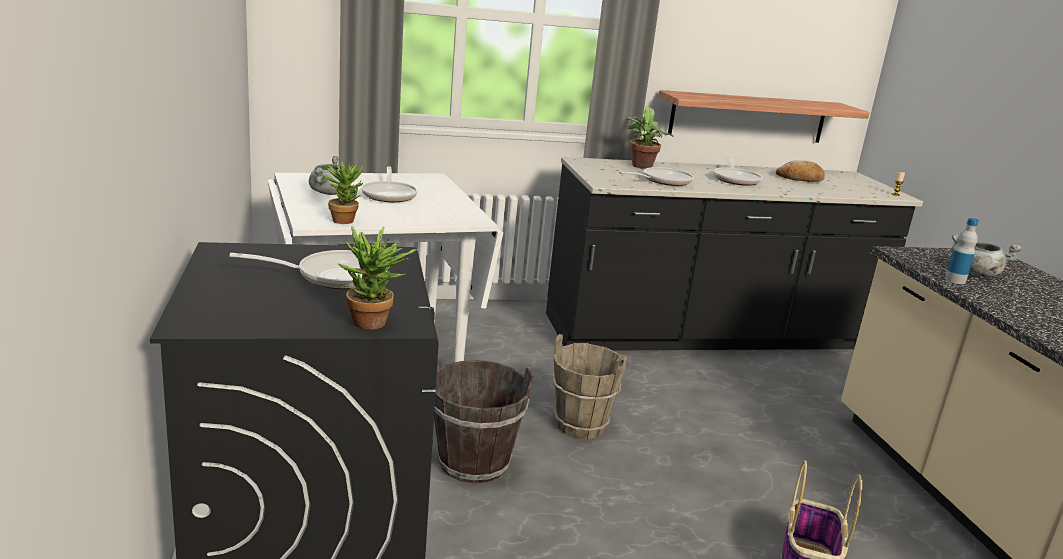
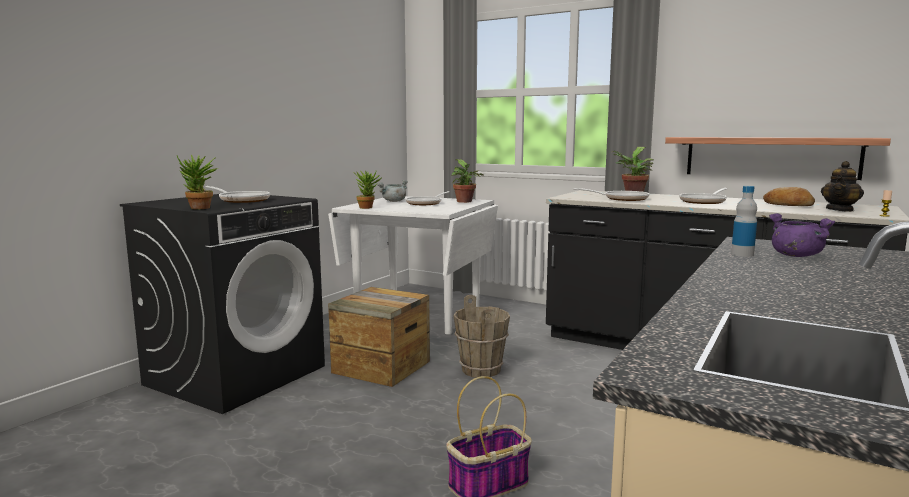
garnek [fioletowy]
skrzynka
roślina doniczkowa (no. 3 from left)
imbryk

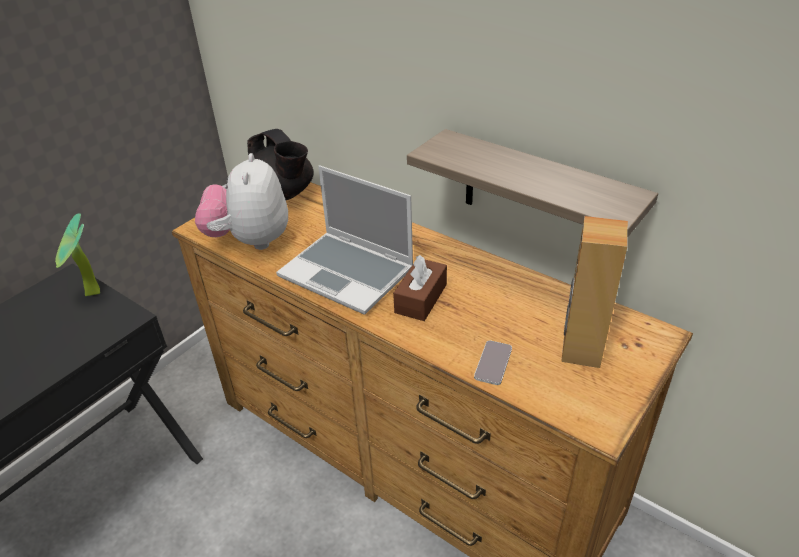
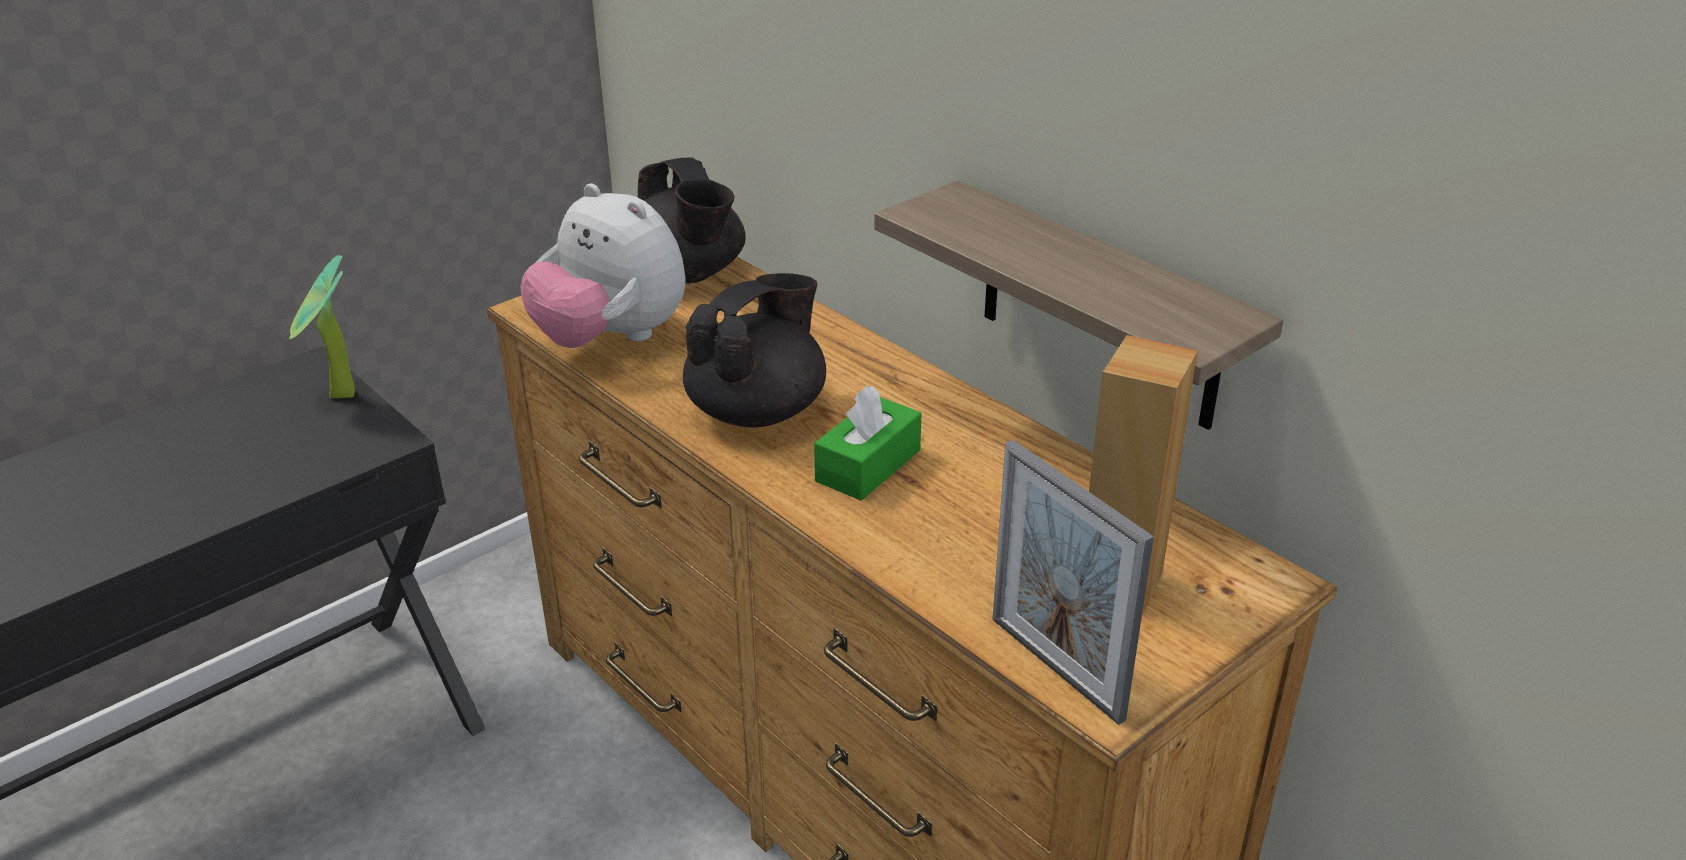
pluszak
imbryk [czarny] (no. 2 from left)
pudełko chusteczek [zielony]
telefon
ramka na zdjęcie

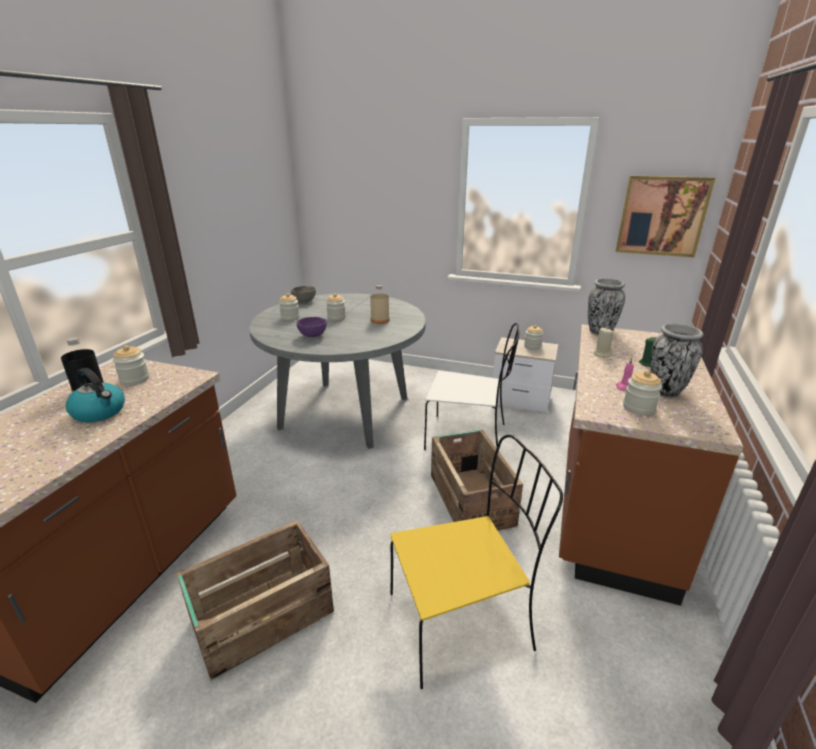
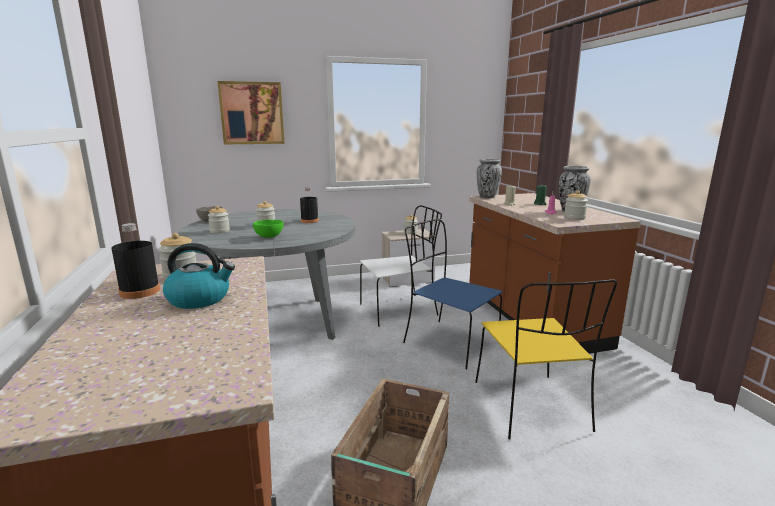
obraz
butelka [czarny] (no. 2 from left)
miska [zielony]
krzesło [niebieski]
krzesło [żółty]

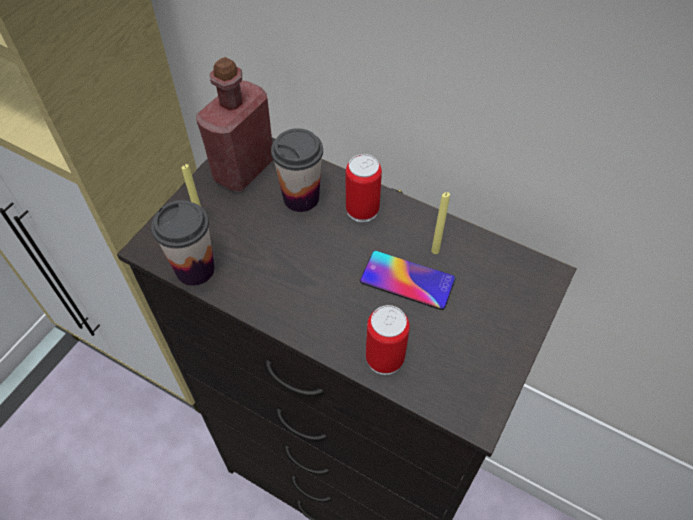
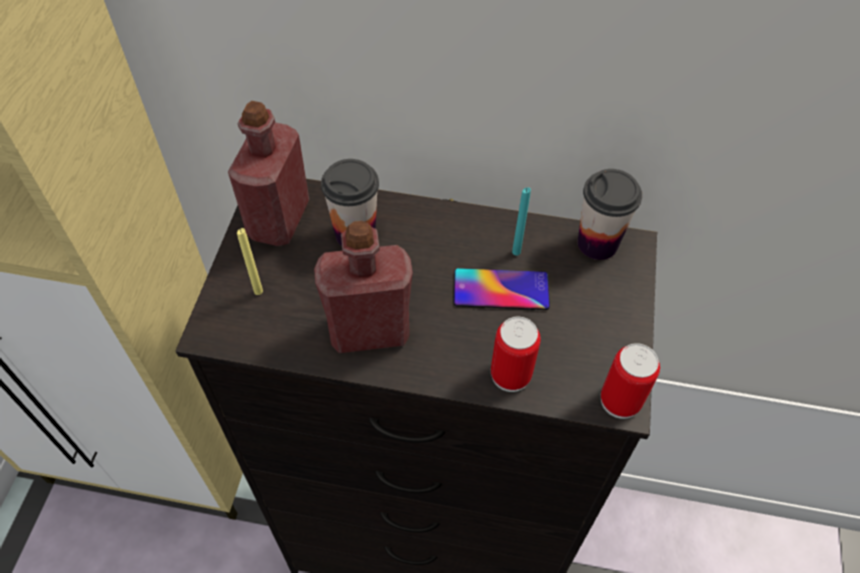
puszka (no. 2 from left)
świeca [turkusowy]
filiżanka (no. 2 from left)
butelka [czerwony] (no. 2 from left)

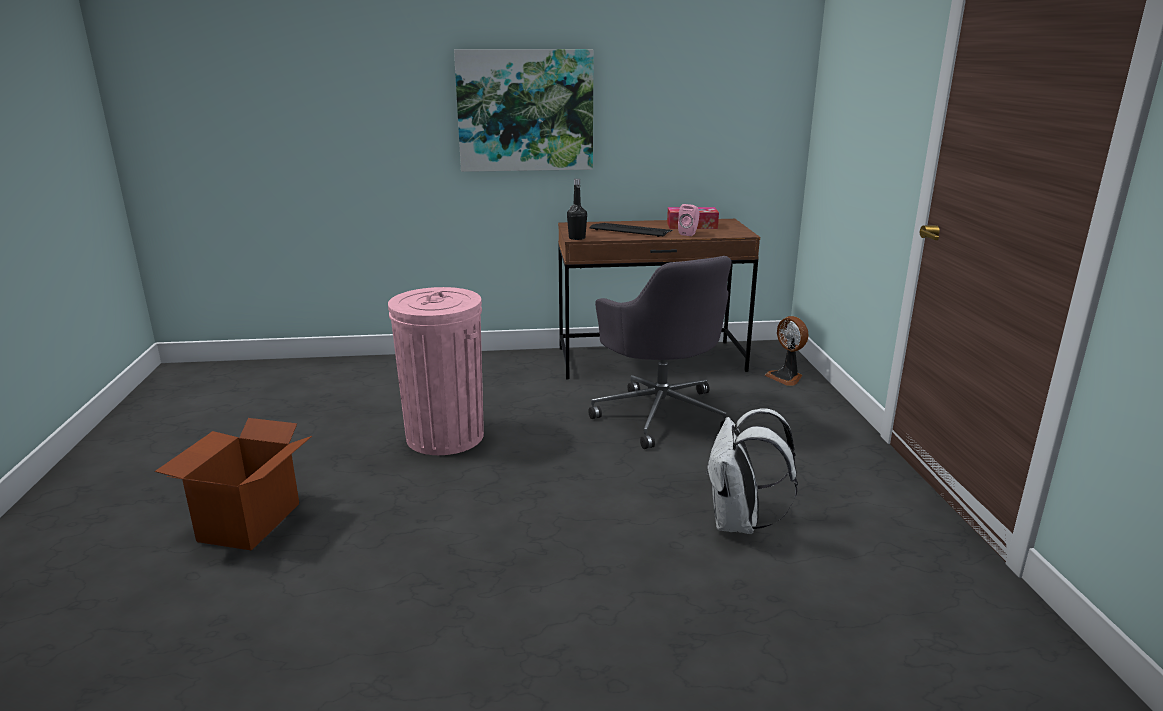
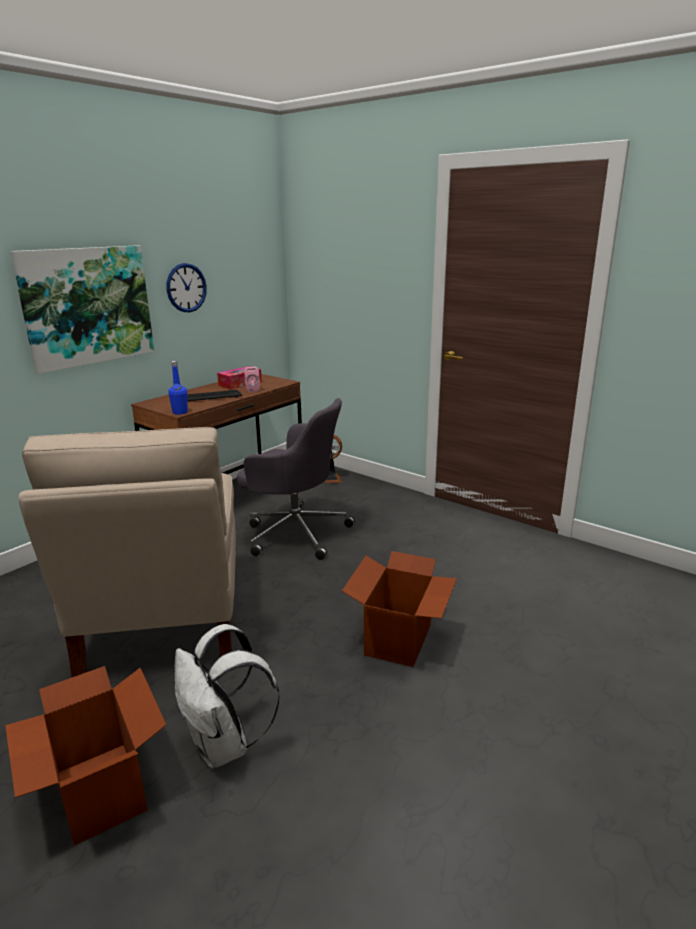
butelka [niebieski]
krzesło [beżowy]
plecak [biały]
zegar ścienny
karton (no. 2 from left)

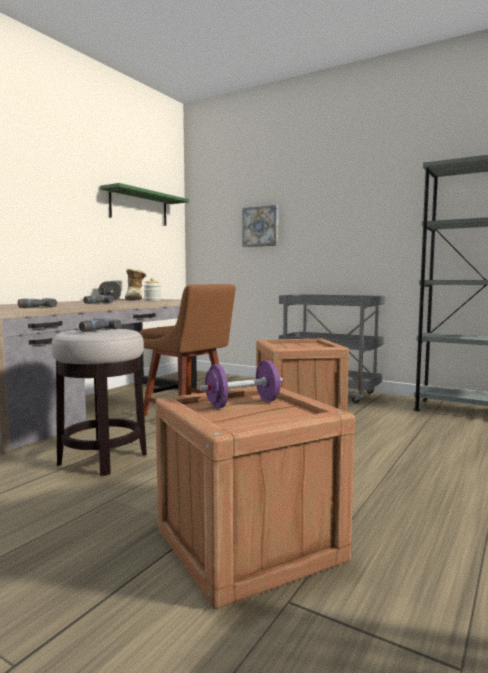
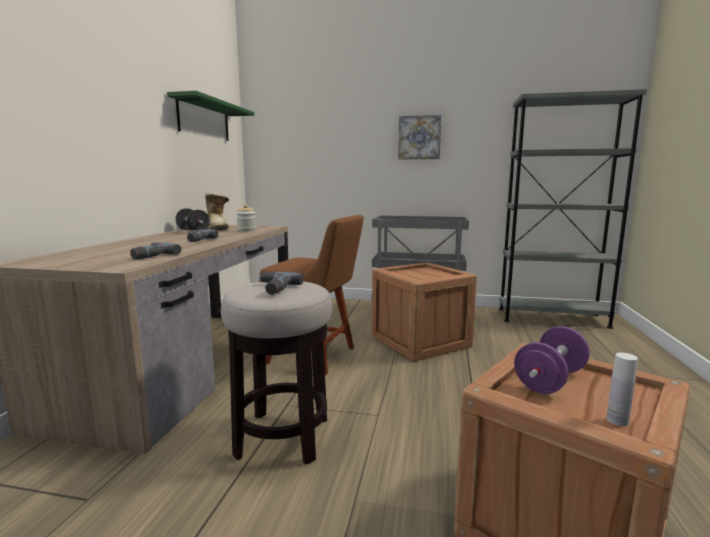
obraz
butelka [biały]

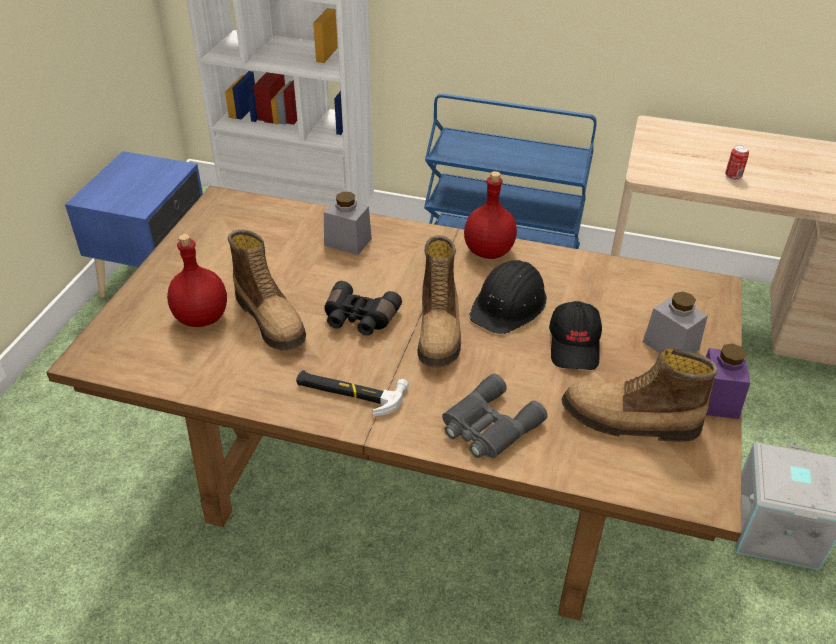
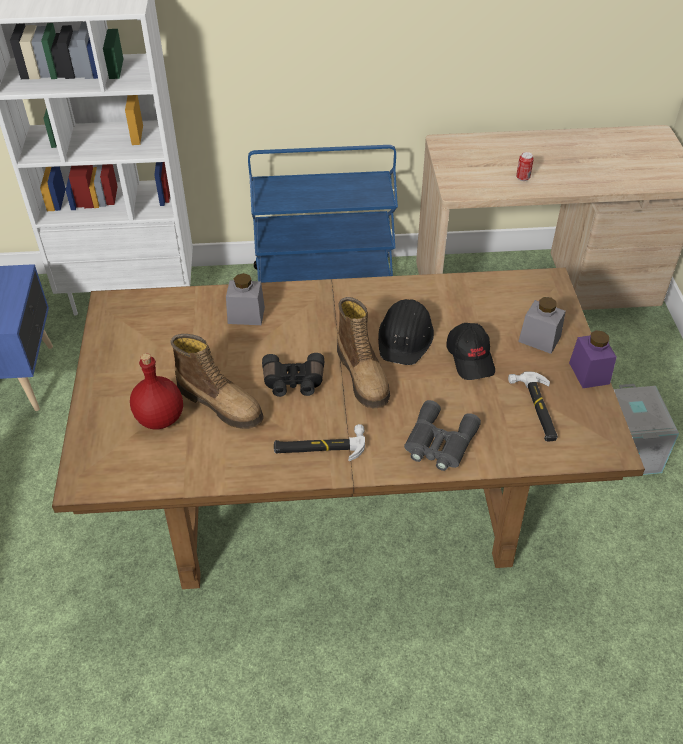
butelka [czerwony] (no. 2 from left in the first image)
młotek (no. 2 from left)

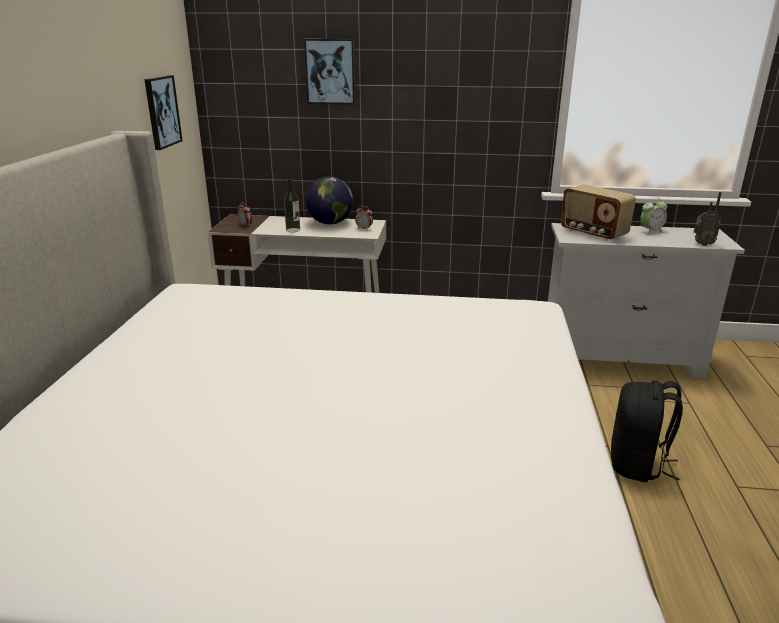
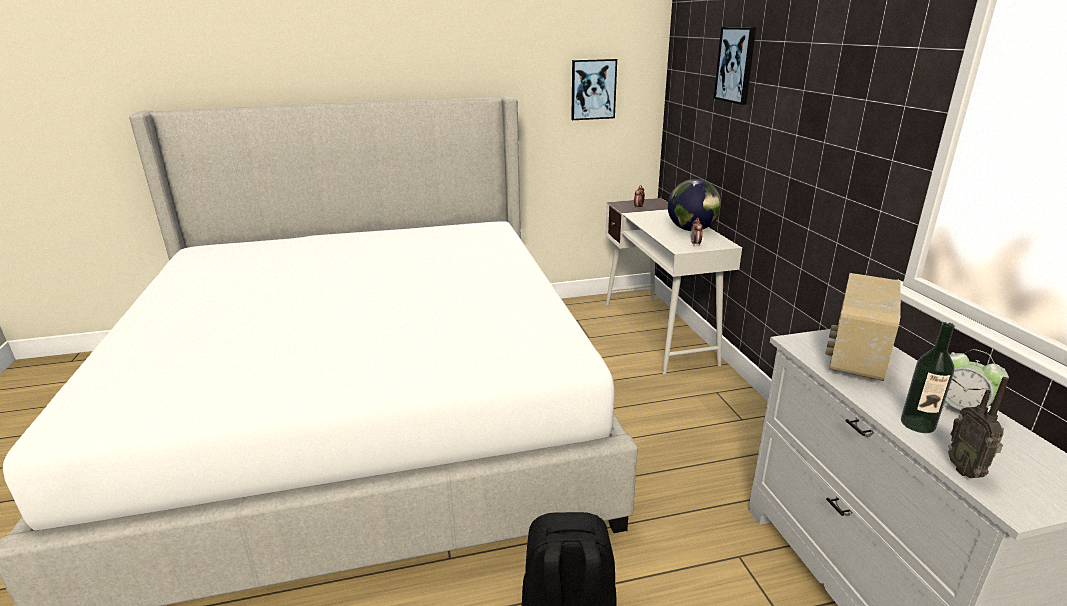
butelka

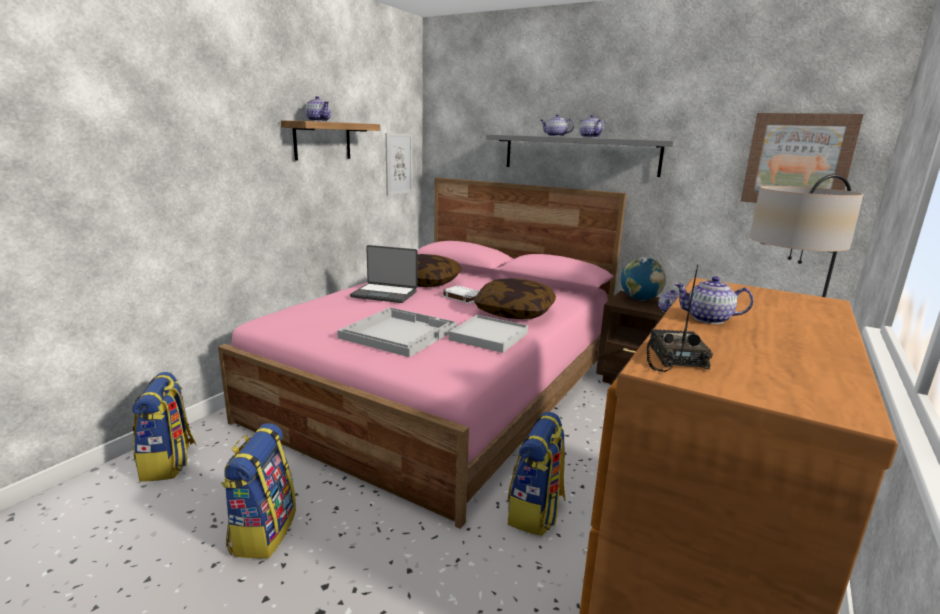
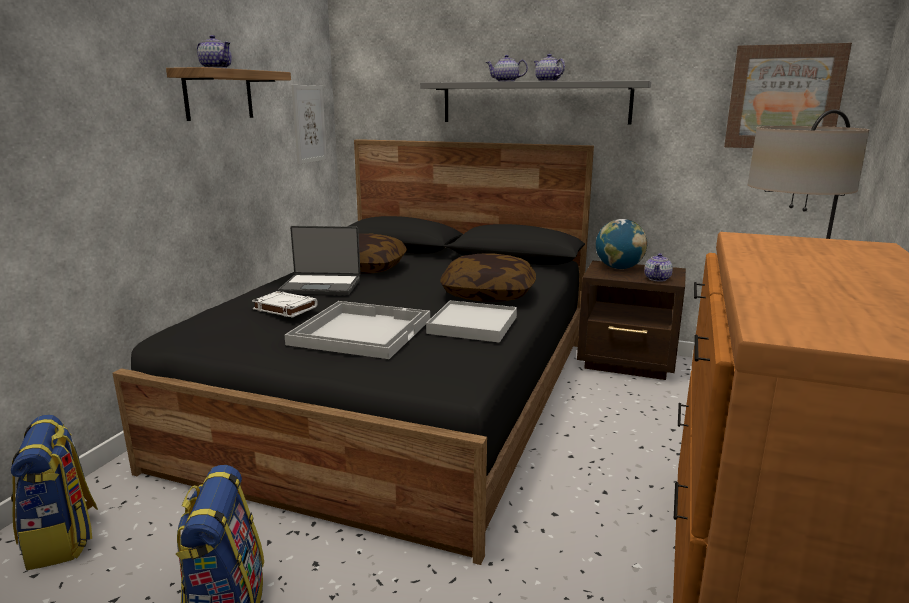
łóżko [czarny]
radio
imbryk (no. 5 from left in the first image)
książka [biały]
plecak (no. 3 from left in the first image)

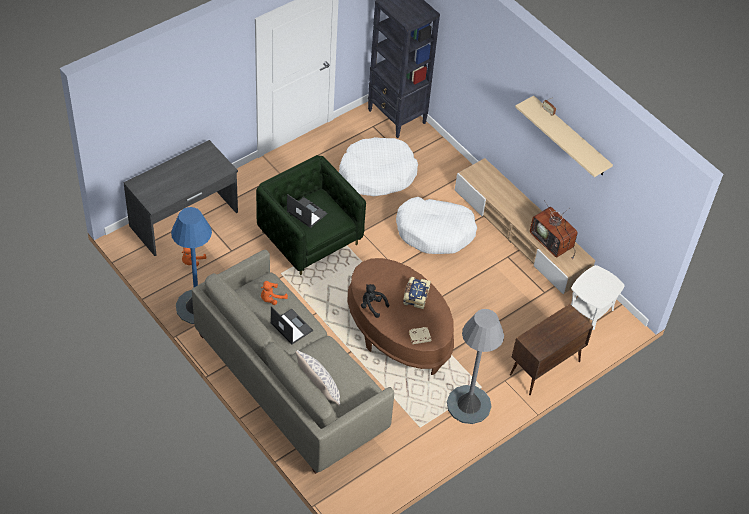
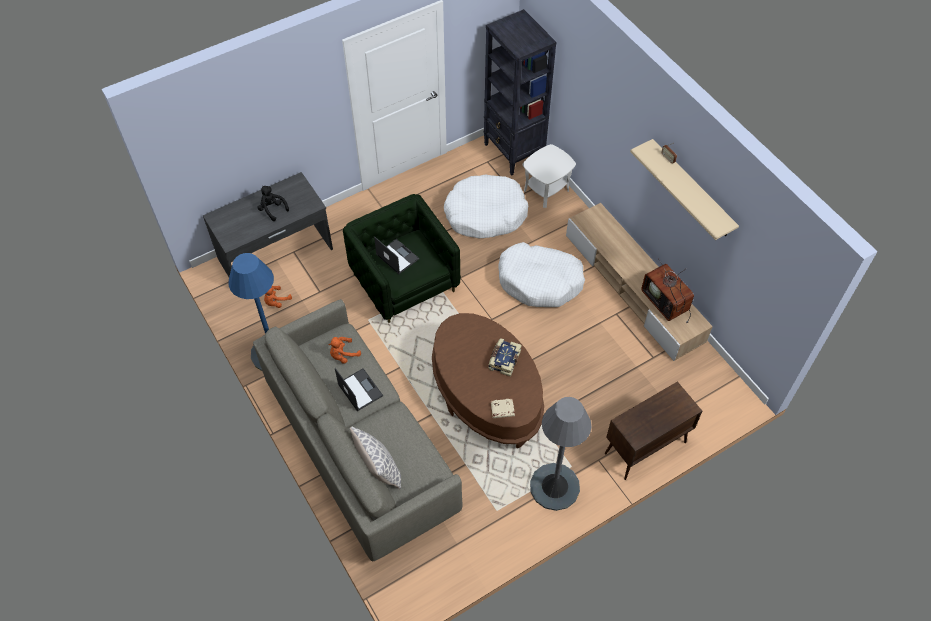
stolik [biały]
pluszak [czarny]

